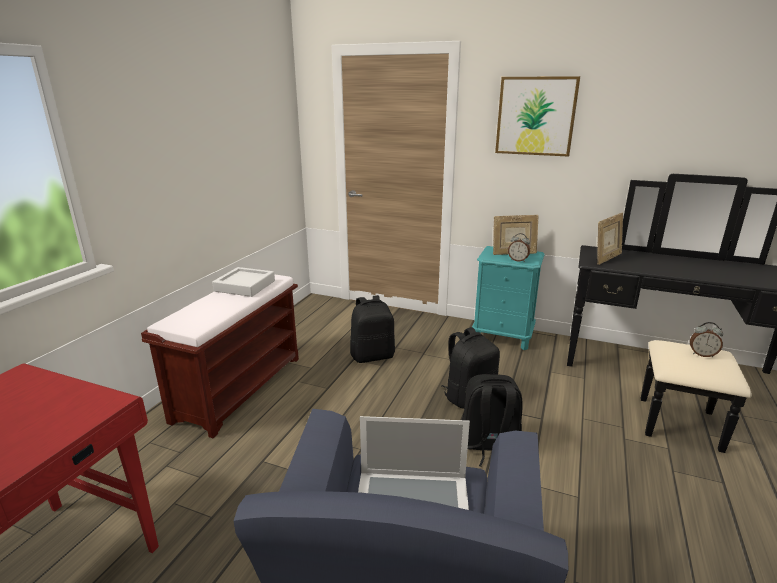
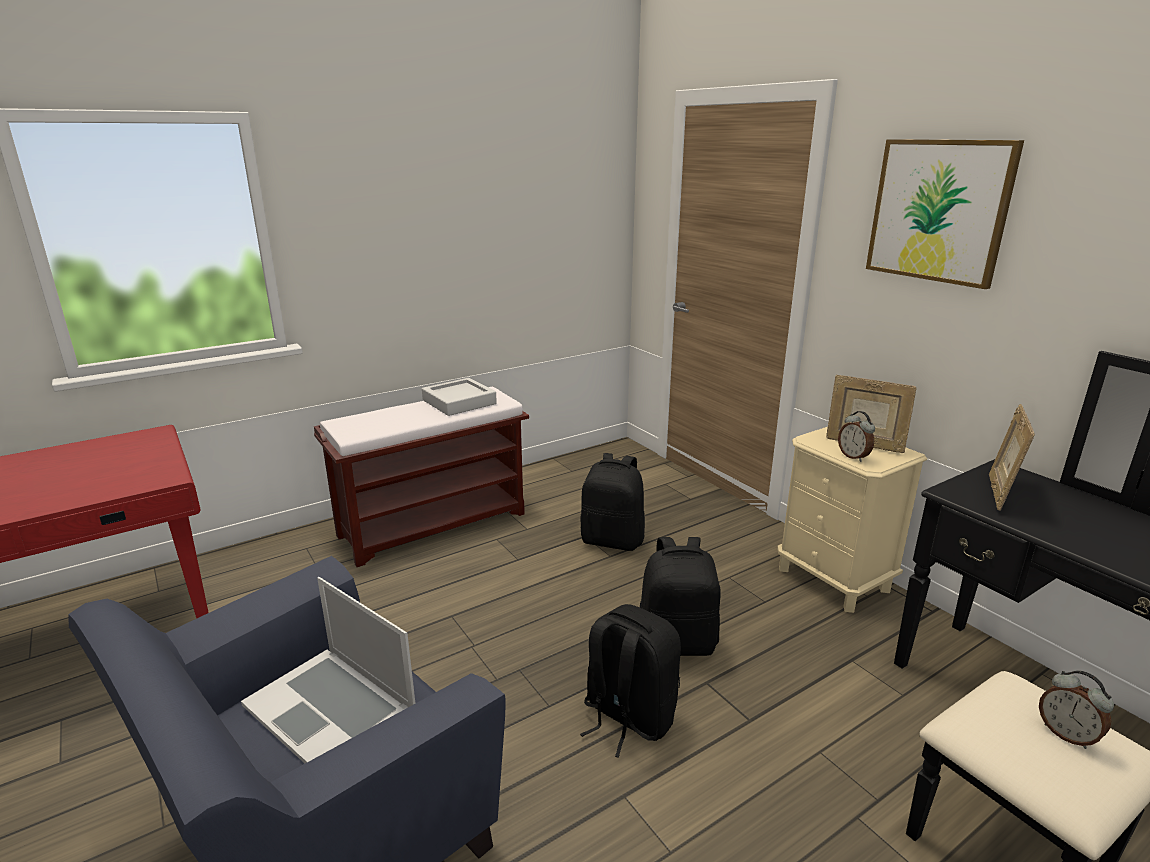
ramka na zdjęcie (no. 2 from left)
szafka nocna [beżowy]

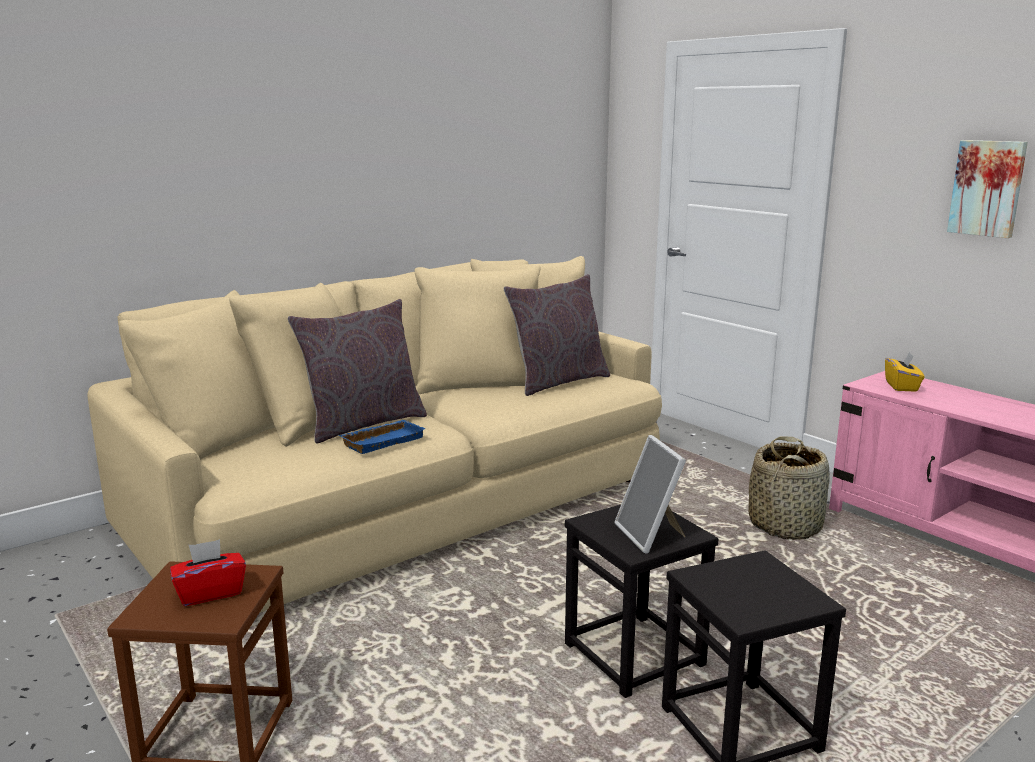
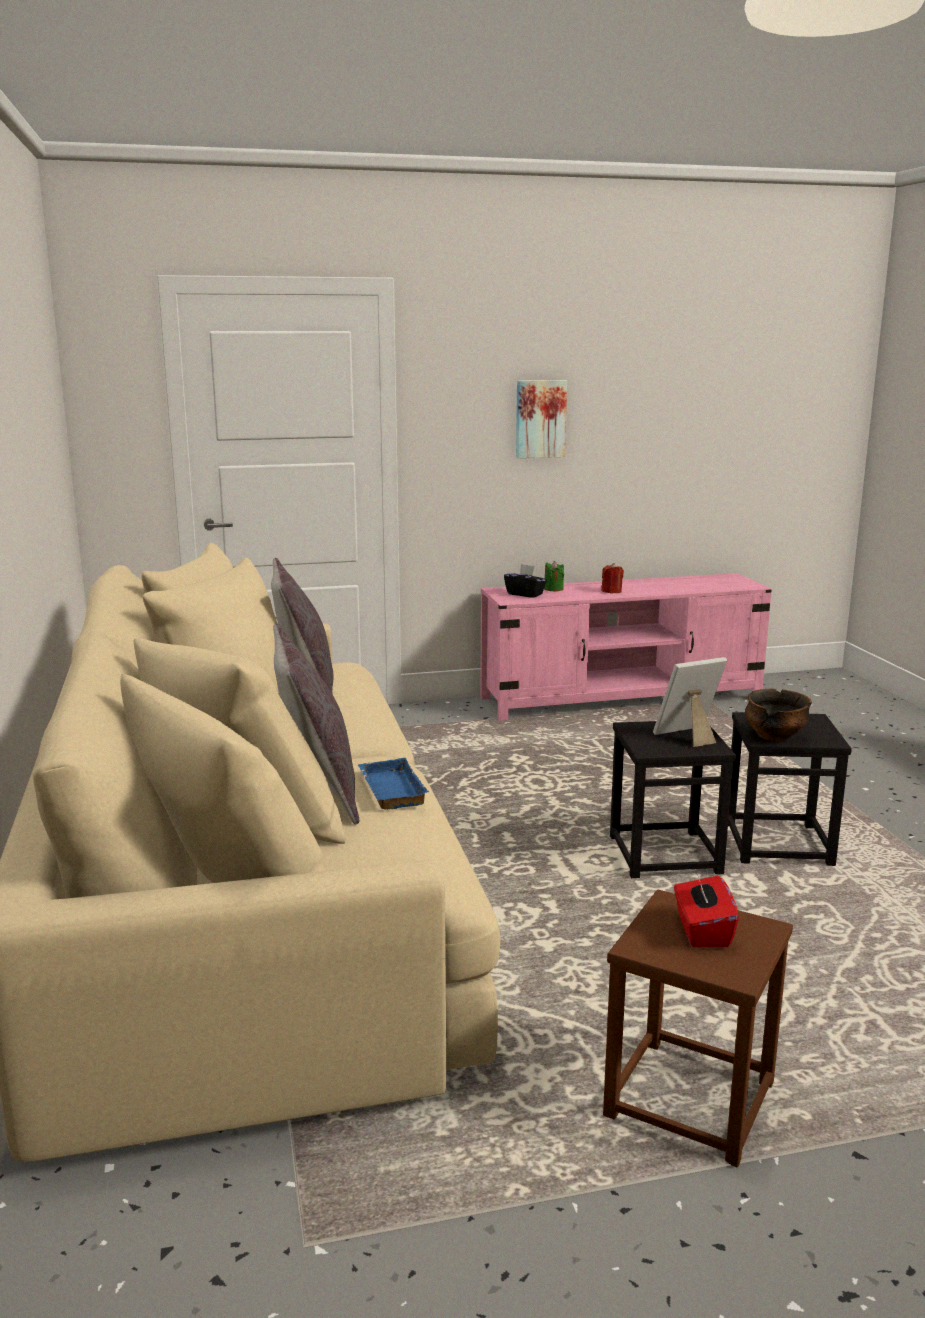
pudełko chusteczek [czarny]
ramka na zdjęcie
koszyk
świeca [zielony]
świeca [czerwony]
miska

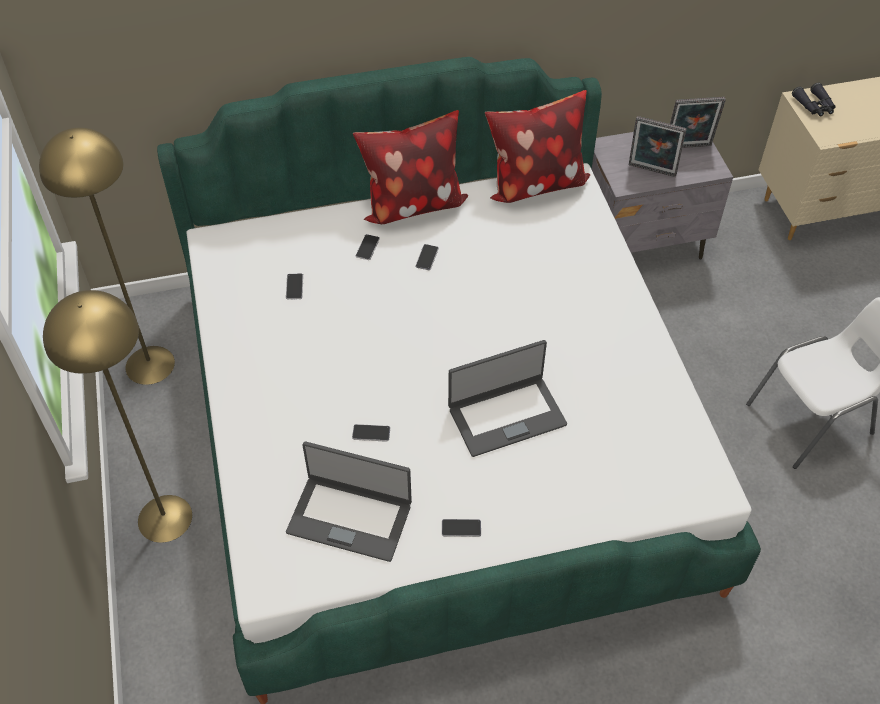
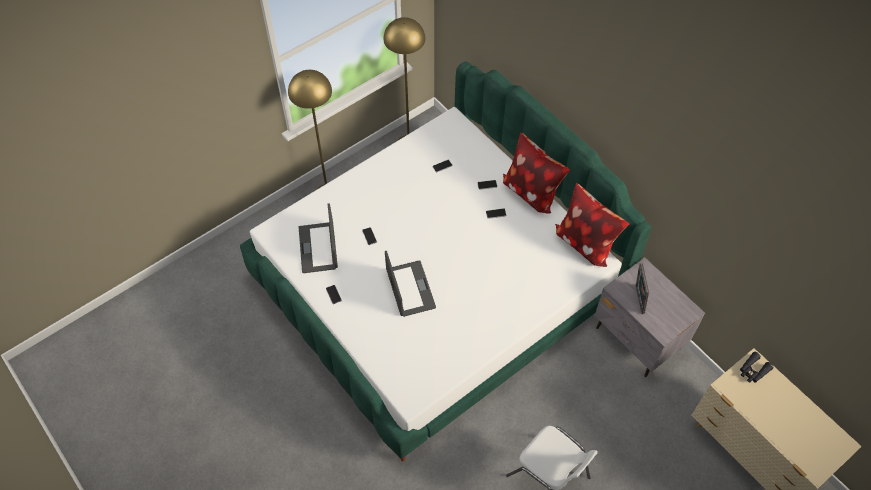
ramka na zdjęcie (no. 2 from left in the first image)
laptop (no. 2 from left)

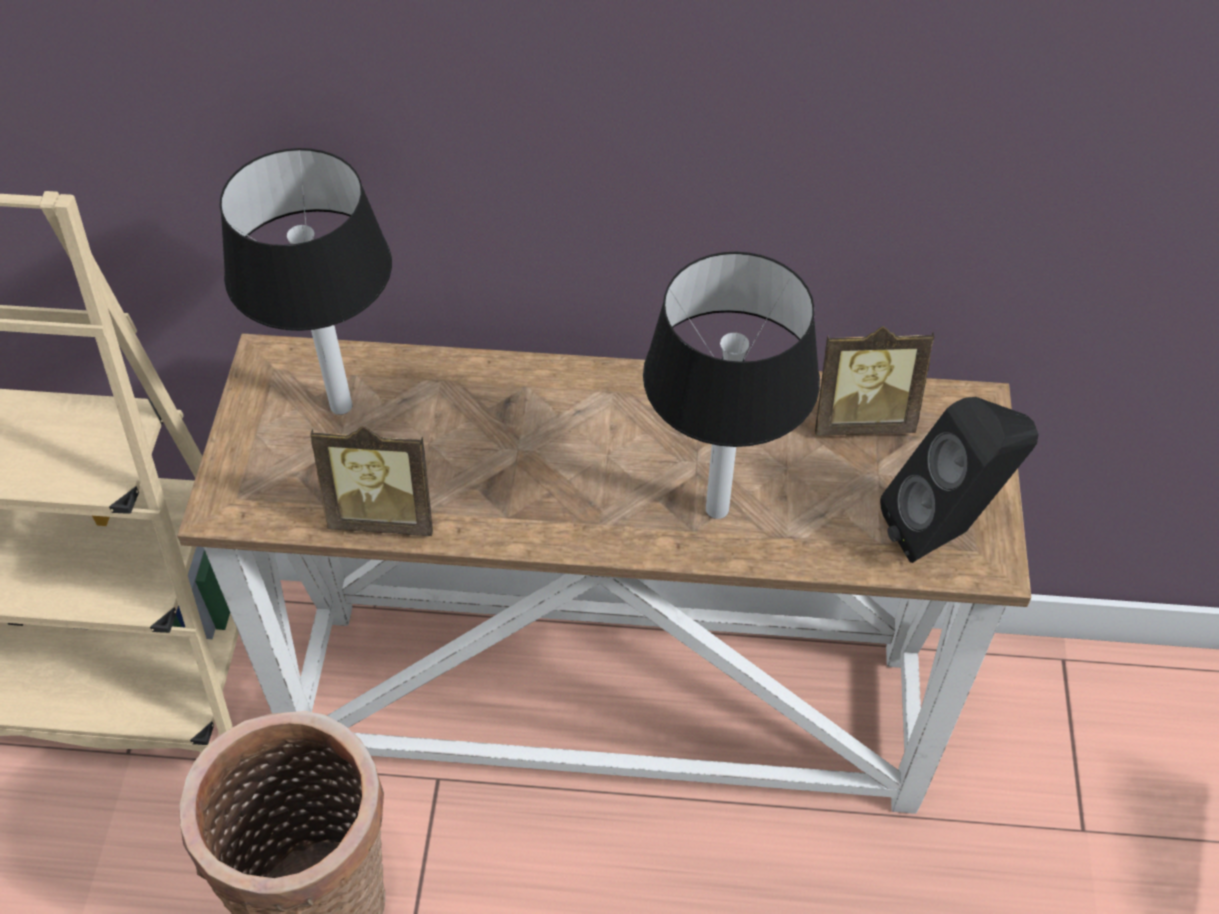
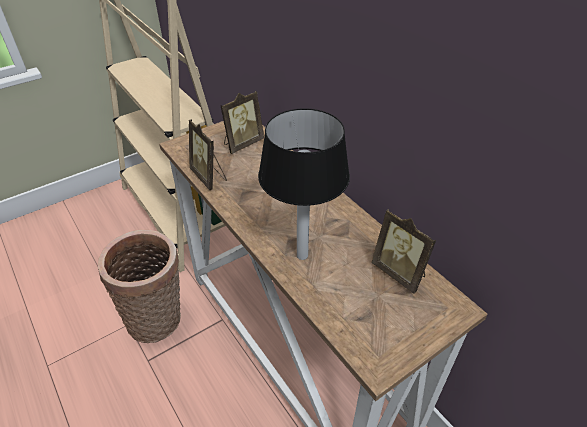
ramka na zdjęcie (no. 2 from left)
głośnik [czarny]

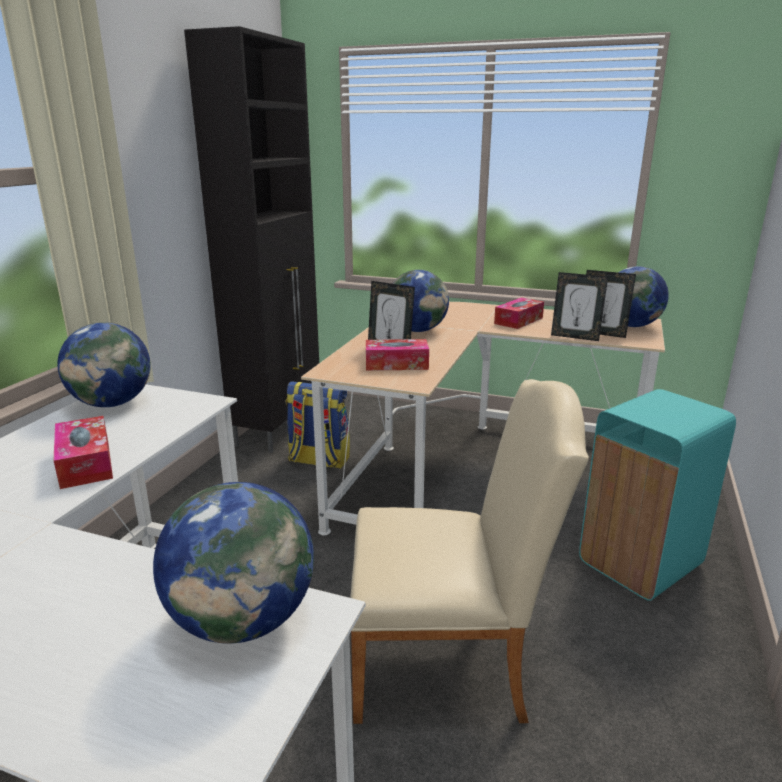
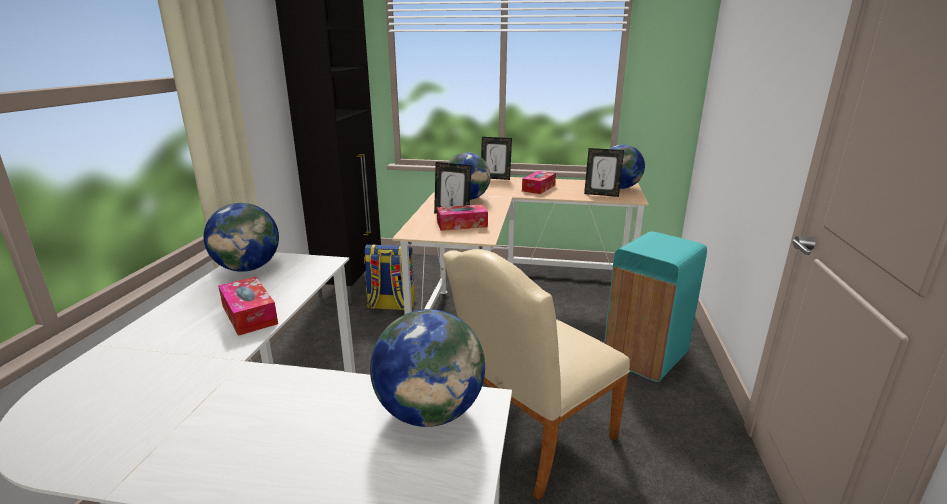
ramka na zdjęcie (no. 2 from left)
krzesło [beżowy]

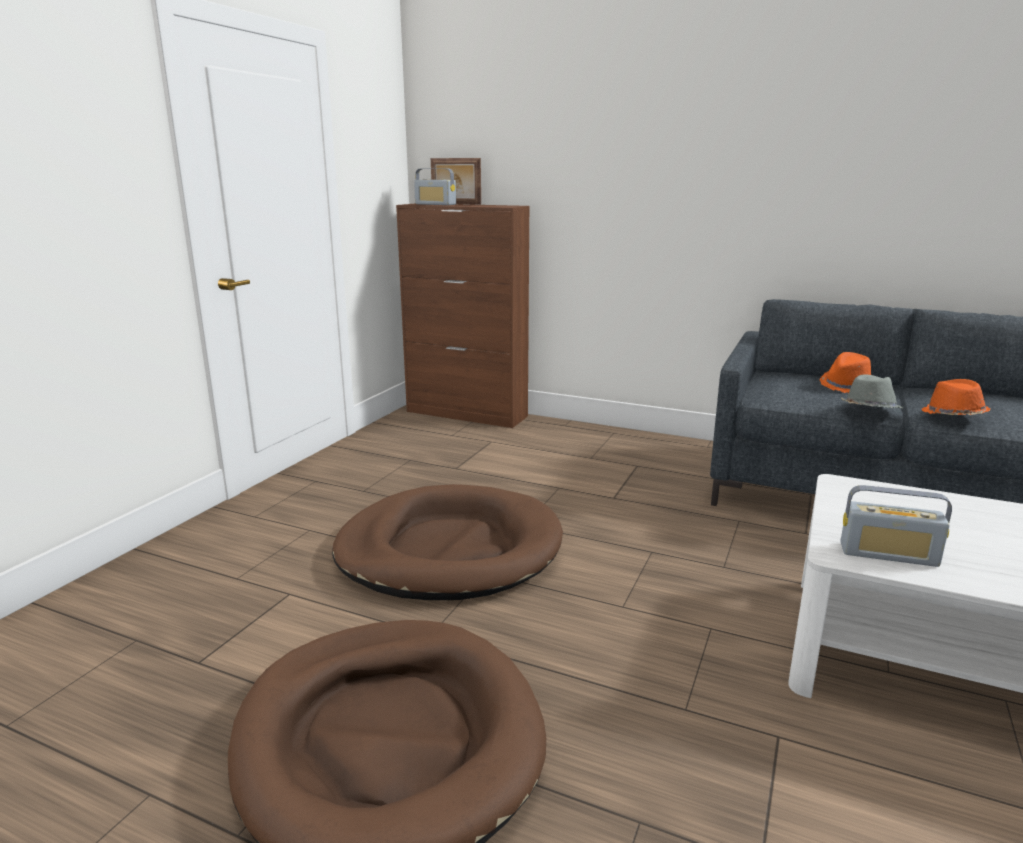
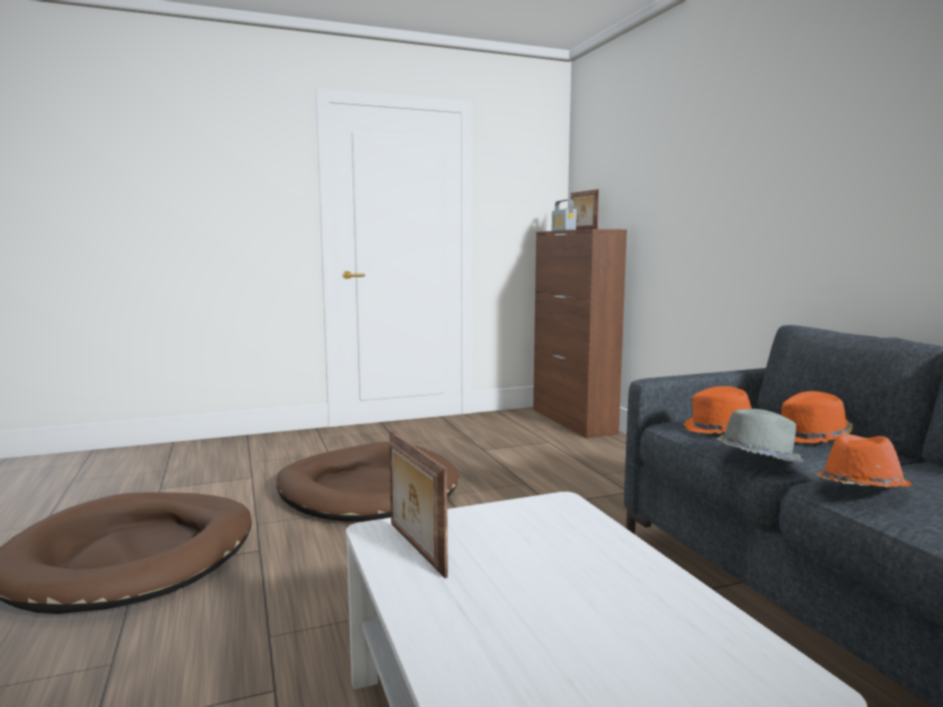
ramka na zdjęcie (no. 1 from left)
kapelusz [pomarańczowy] (no. 1 from left)

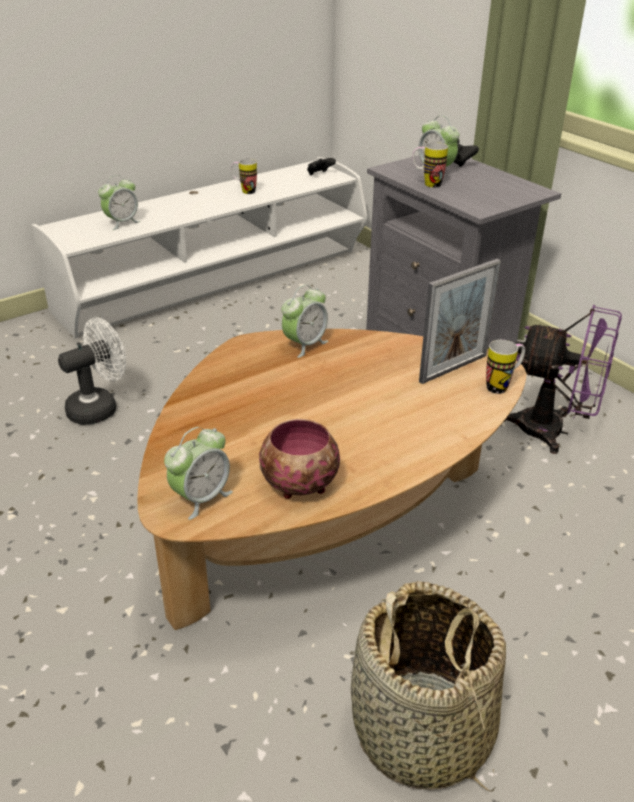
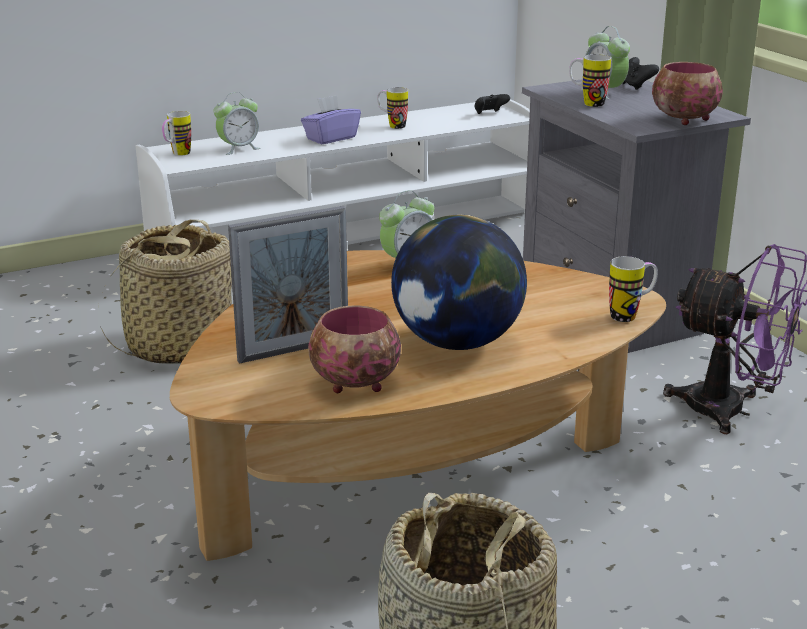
ramka na zdjęcie
koszyk (no. 1 from left)
budzik (no. 2 from left in the first image)
miska (no. 2 from left)
pudełko chusteczek [fioletowy]
kubek (no. 1 from left)
globus

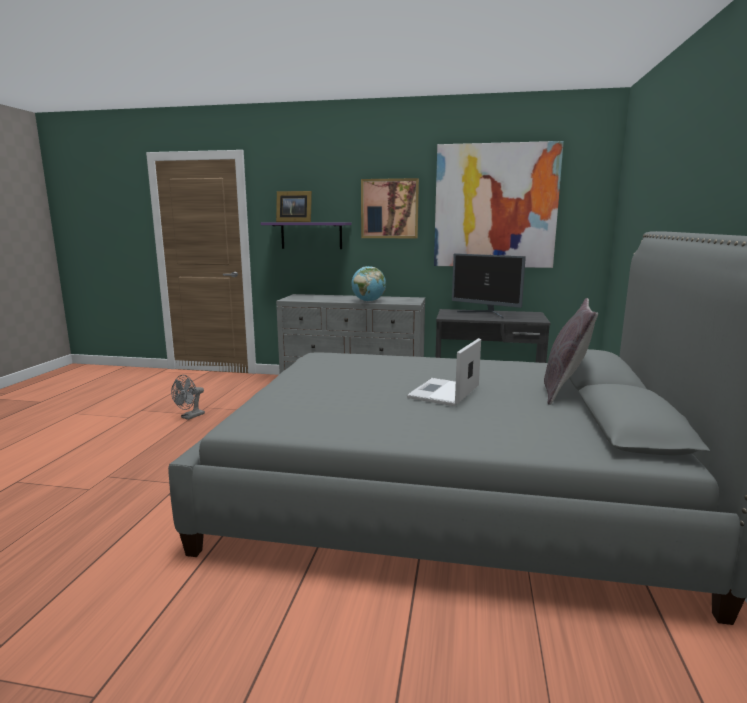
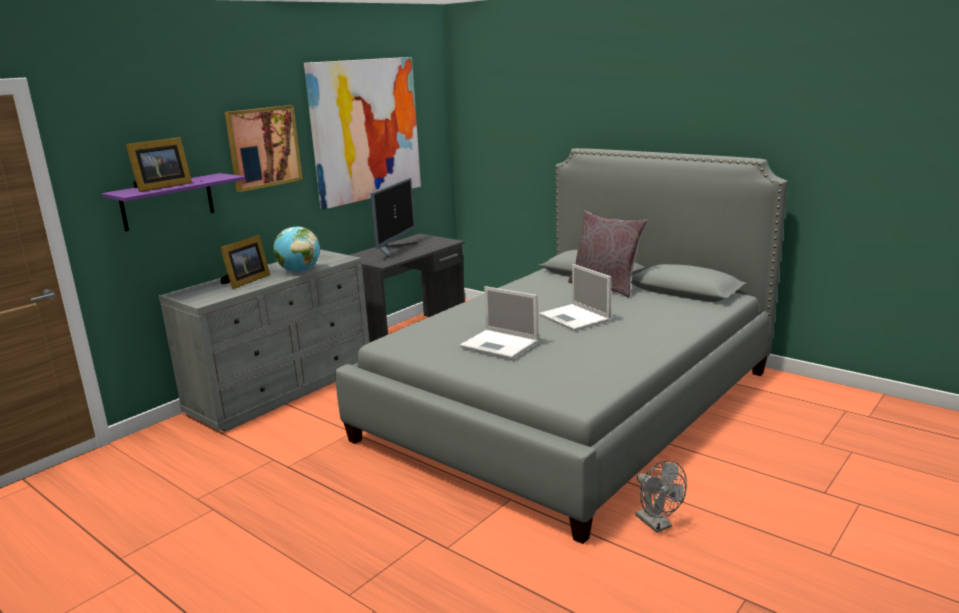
monitor
wentylator [szary]
ramka na zdjęcie (no. 2 from left)
laptop (no. 1 from left)

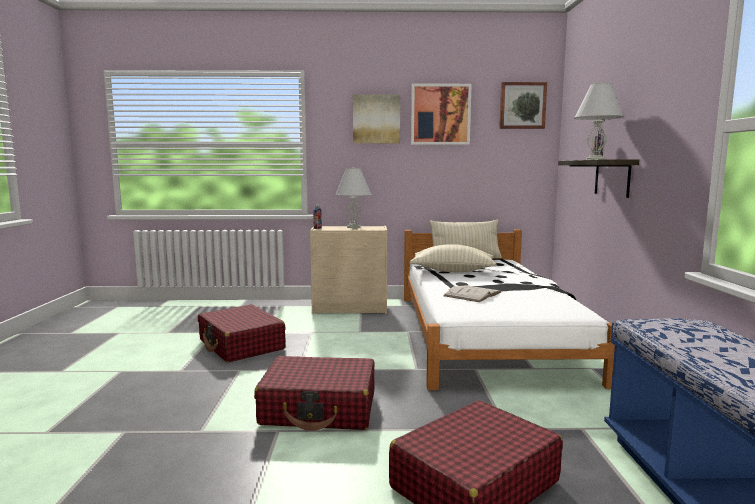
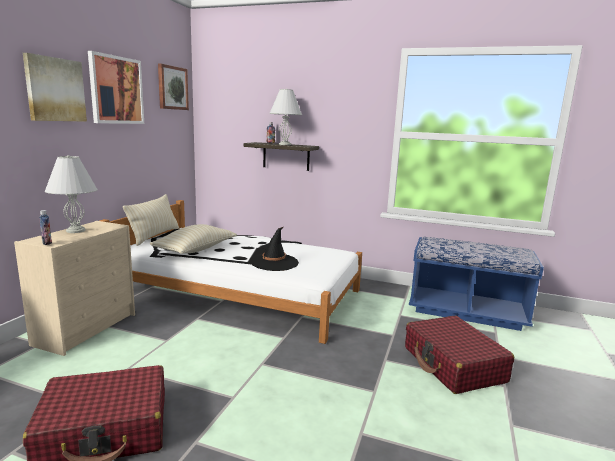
kapelusz [czarny]
walizka [czerwony] (no. 2 from left in the first image)

